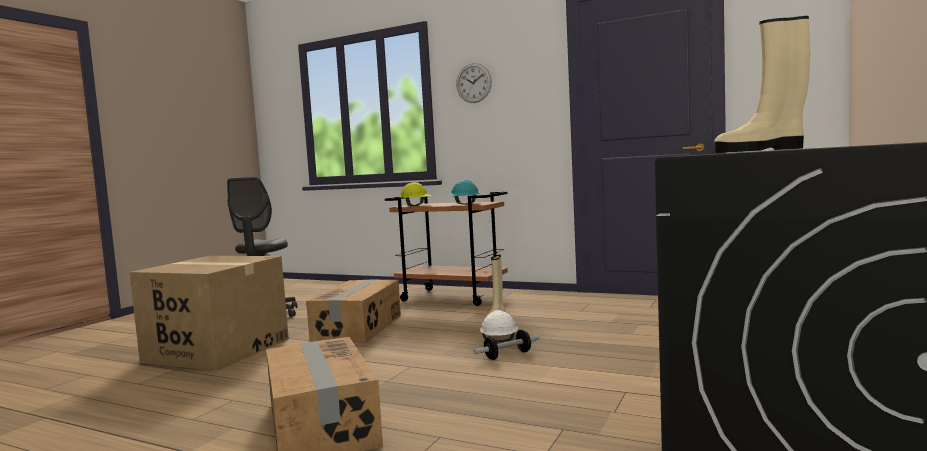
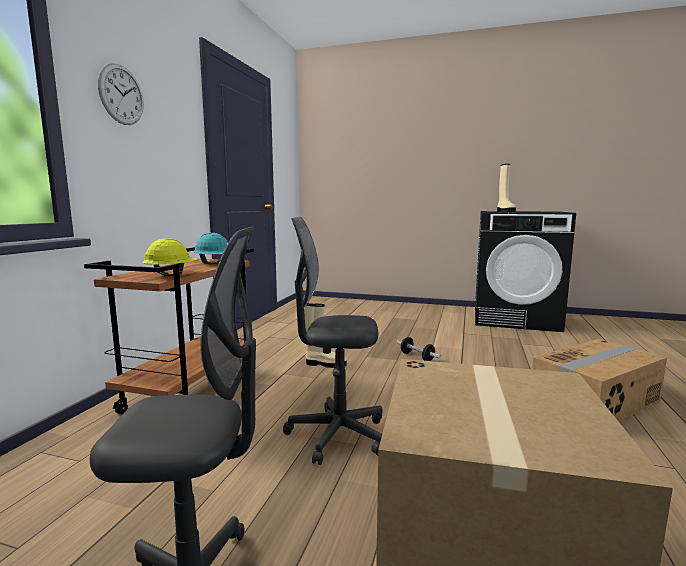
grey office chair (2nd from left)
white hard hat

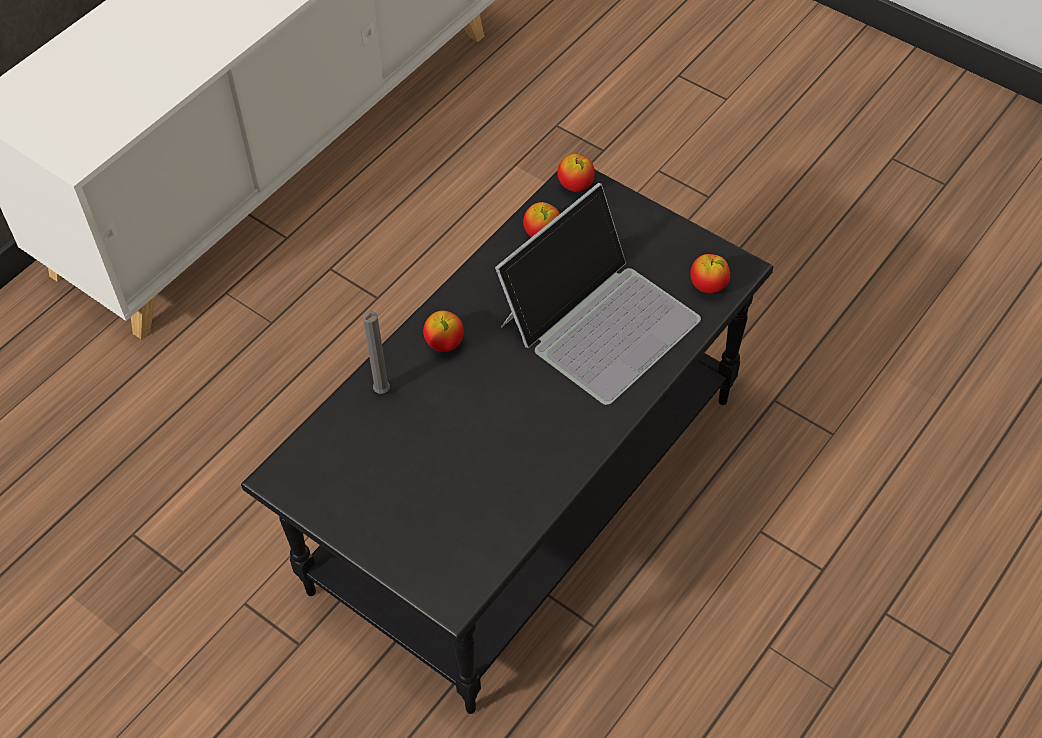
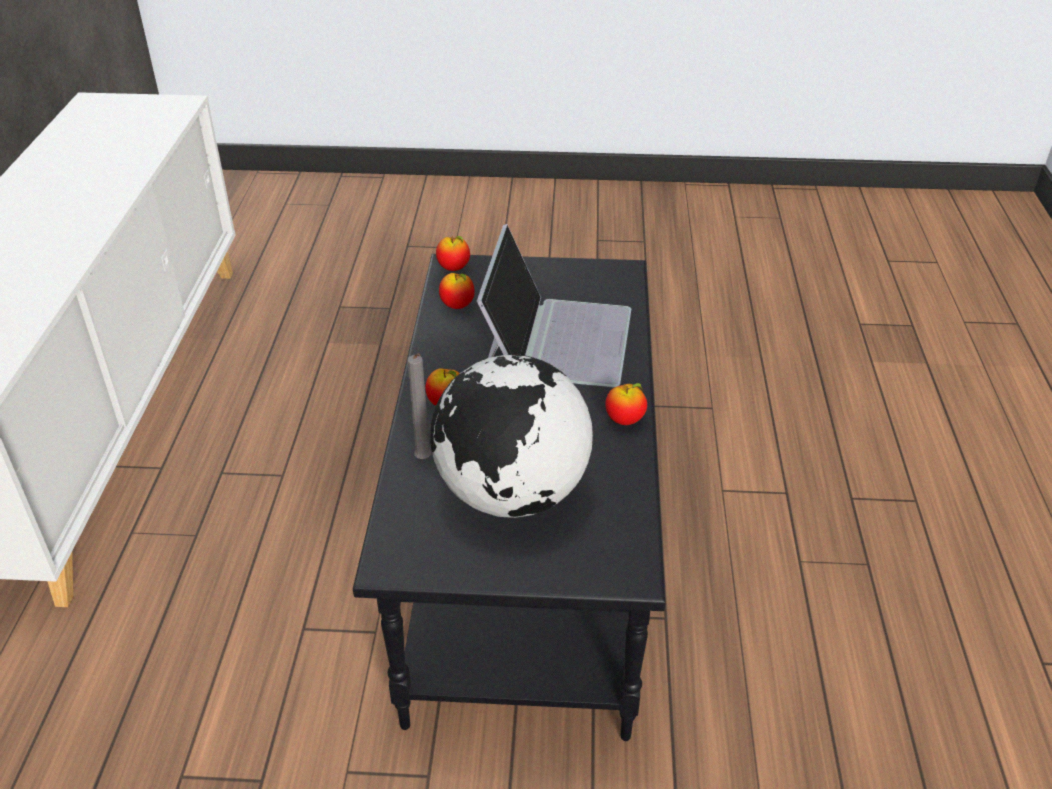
apple (4th from left)
globe

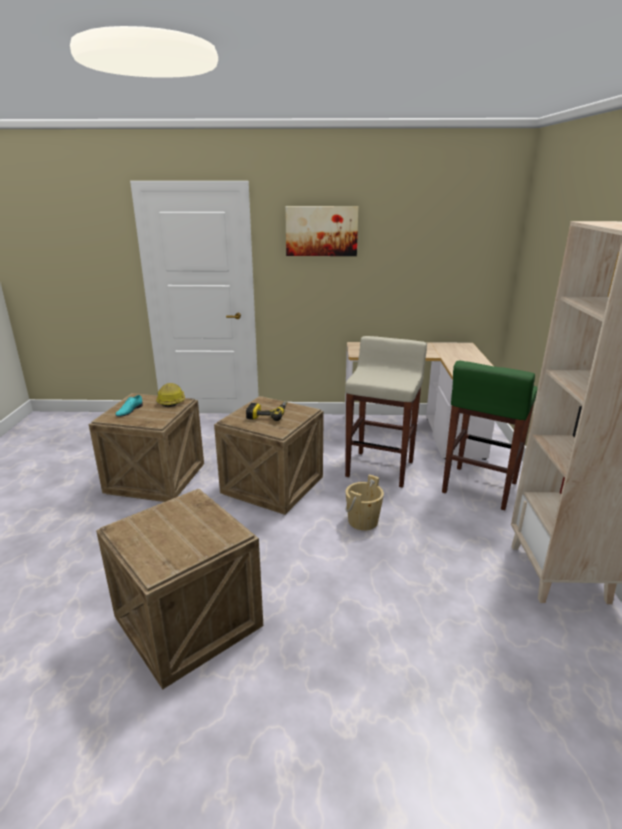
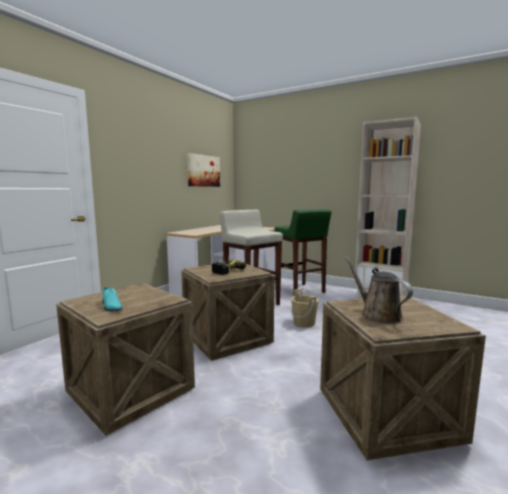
picture
hard hat
brown watering can

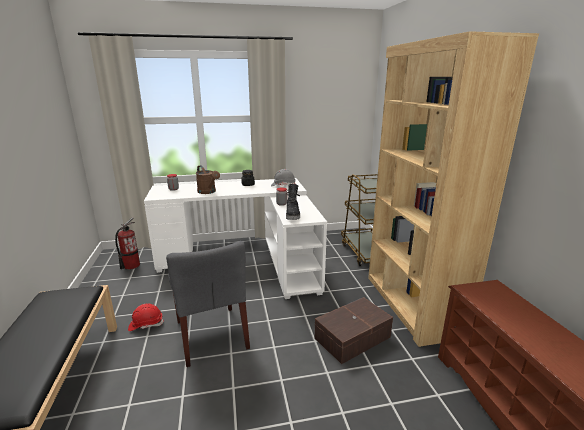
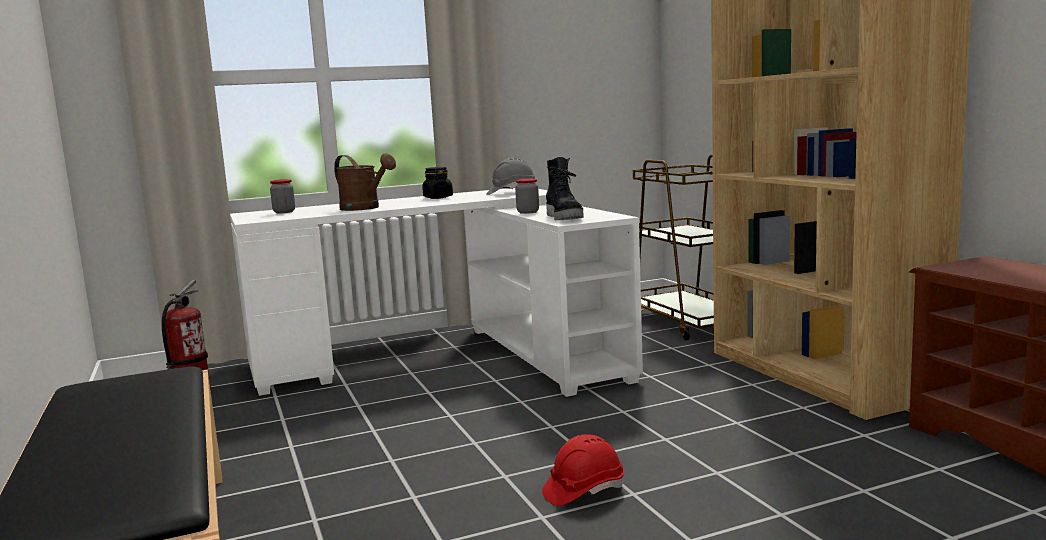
grey chair
brown storage box
red hard hat

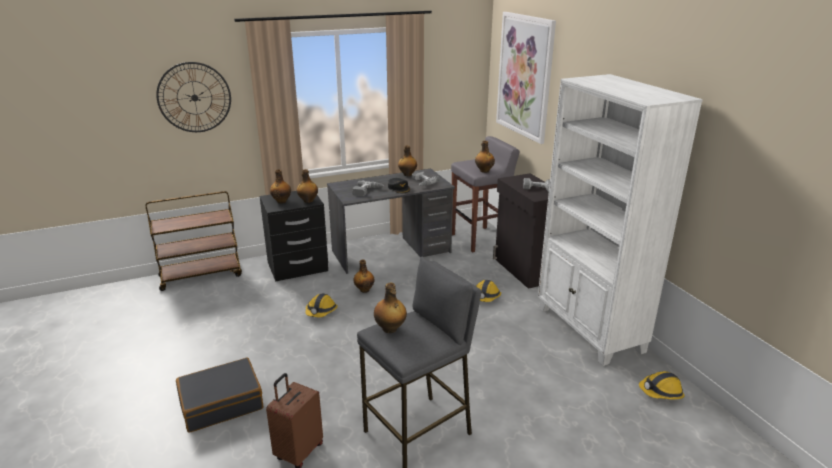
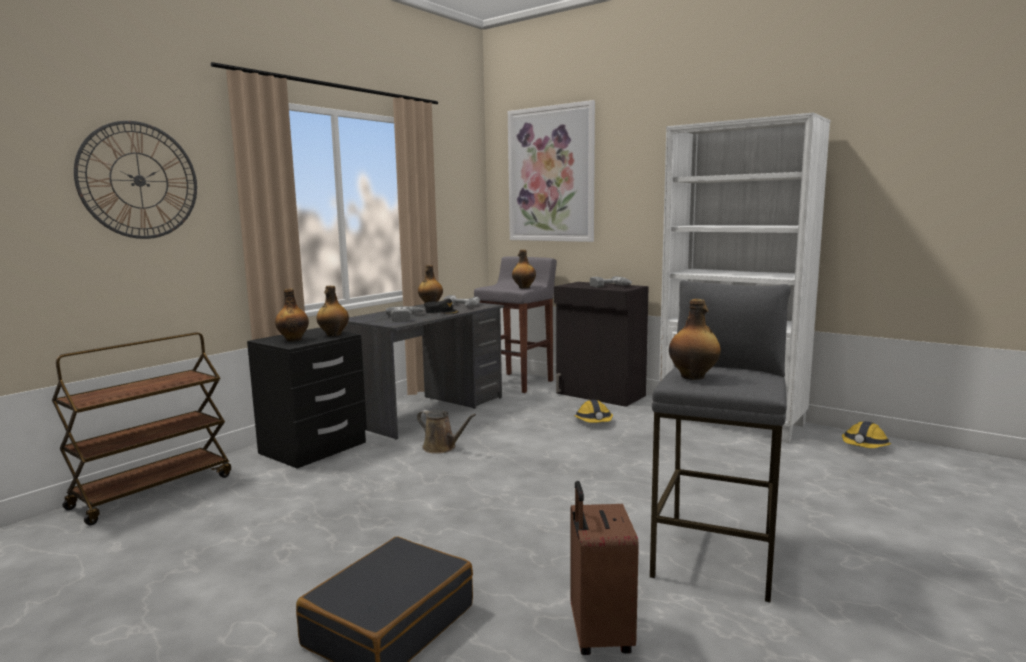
brown watering can
hard hat (1st from left in the first image)

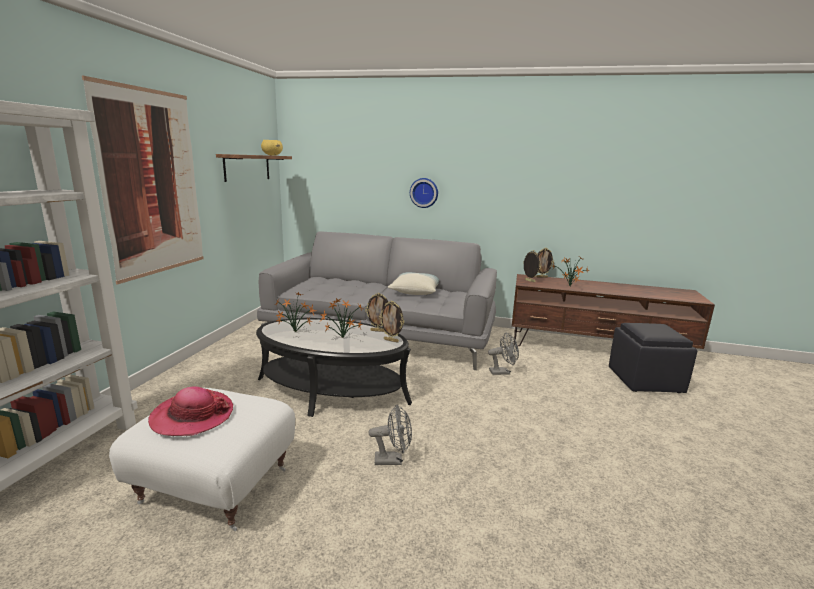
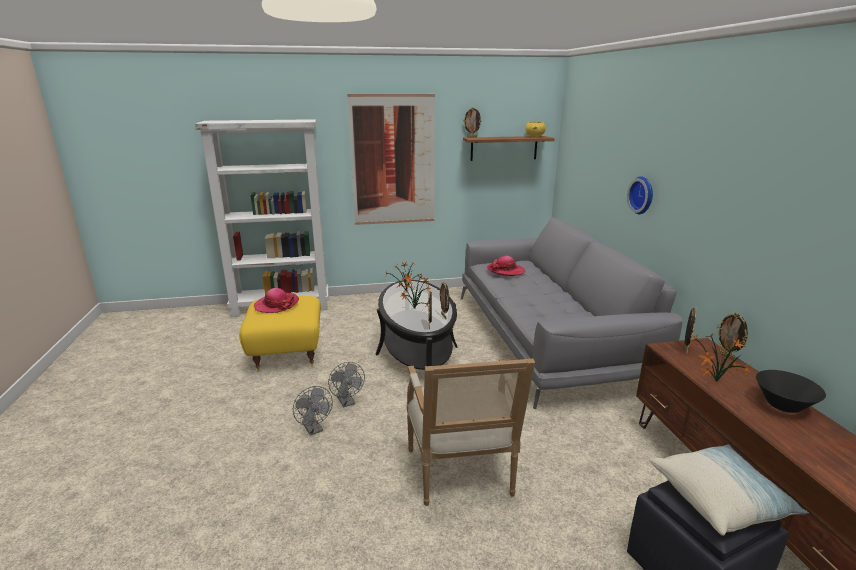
pillow
grey fan (1st from left)
yellow ottoman
picture frame (3rd from left)
hat (2nd from left)
armchair
black bowl

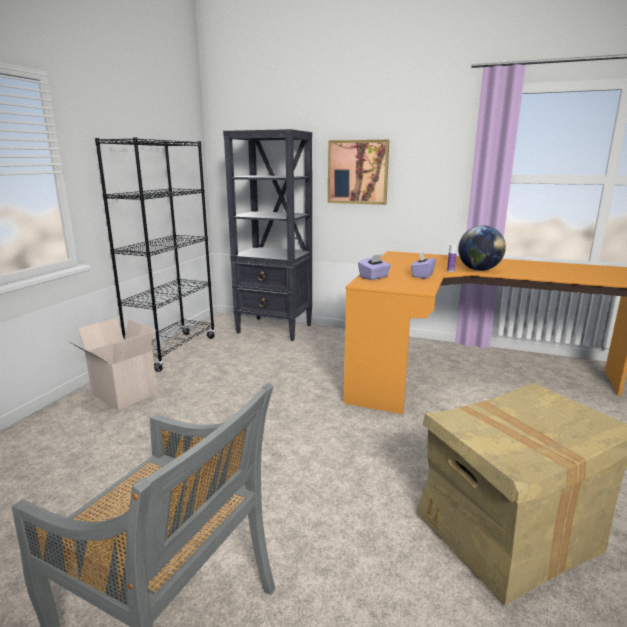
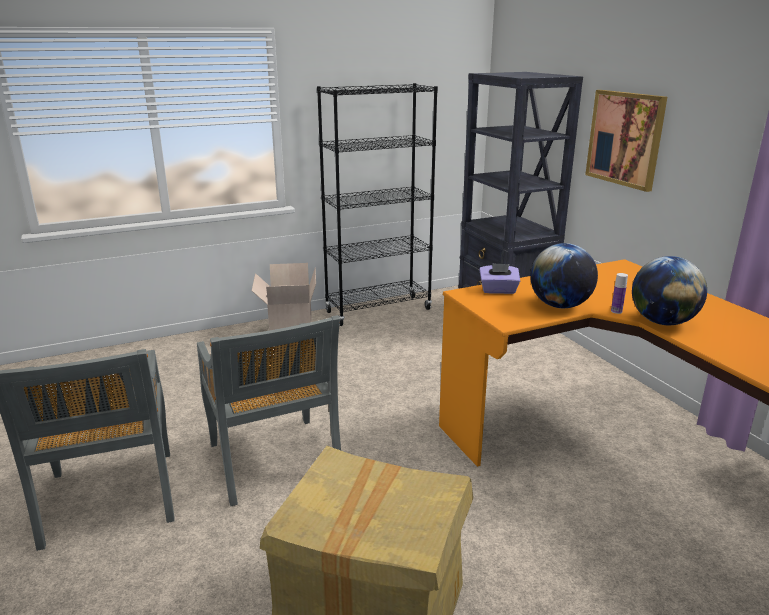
globe (1st from left)
grey chair (2nd from left)

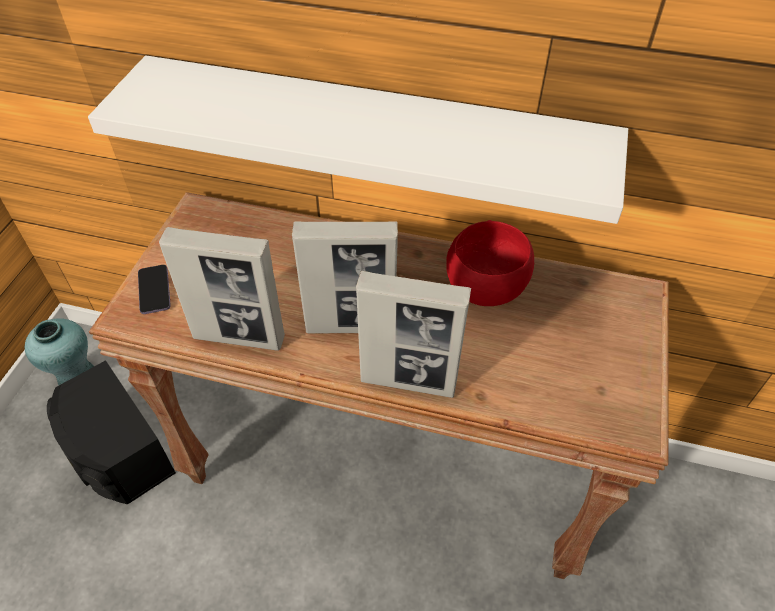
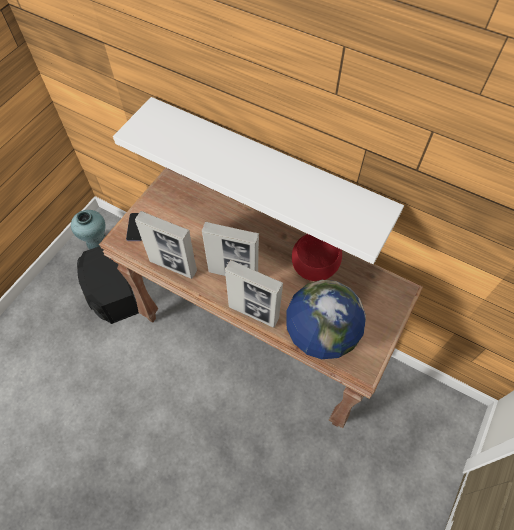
globe

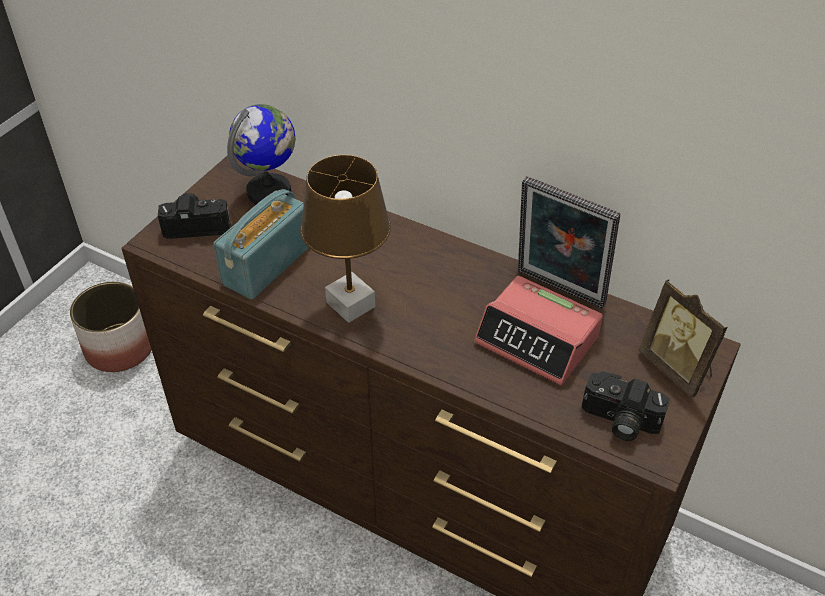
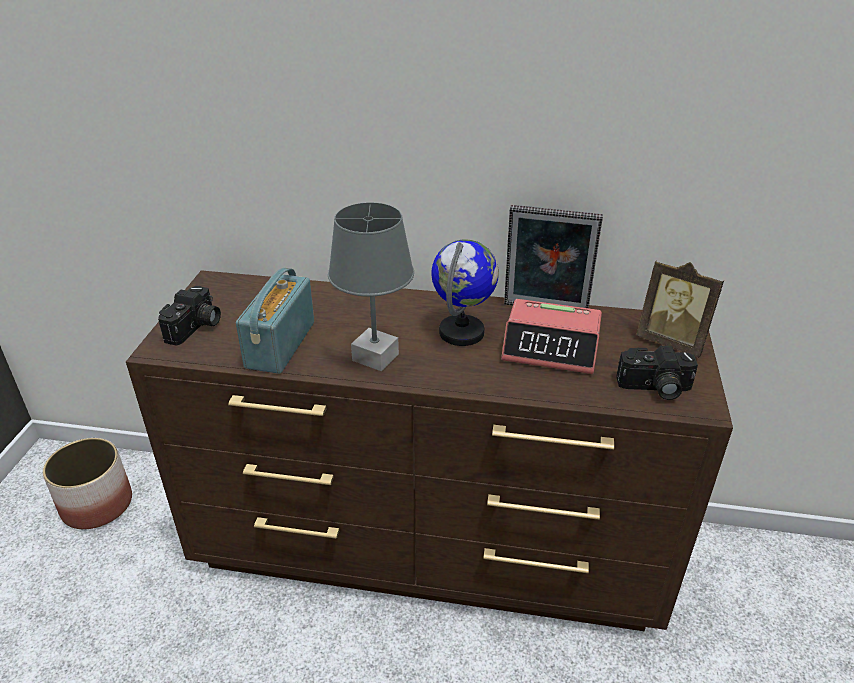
globe
grey table lamp
photo camera (1st from left)

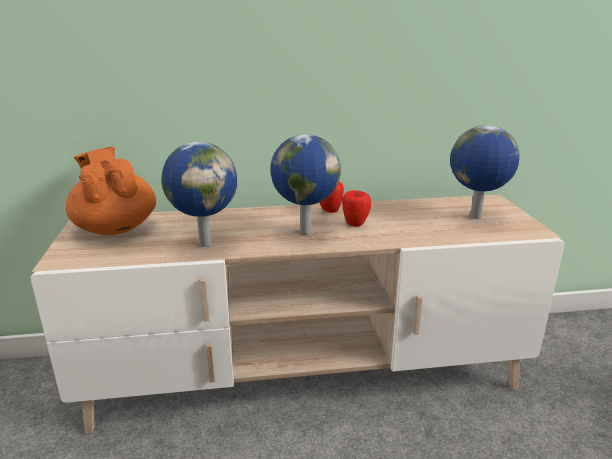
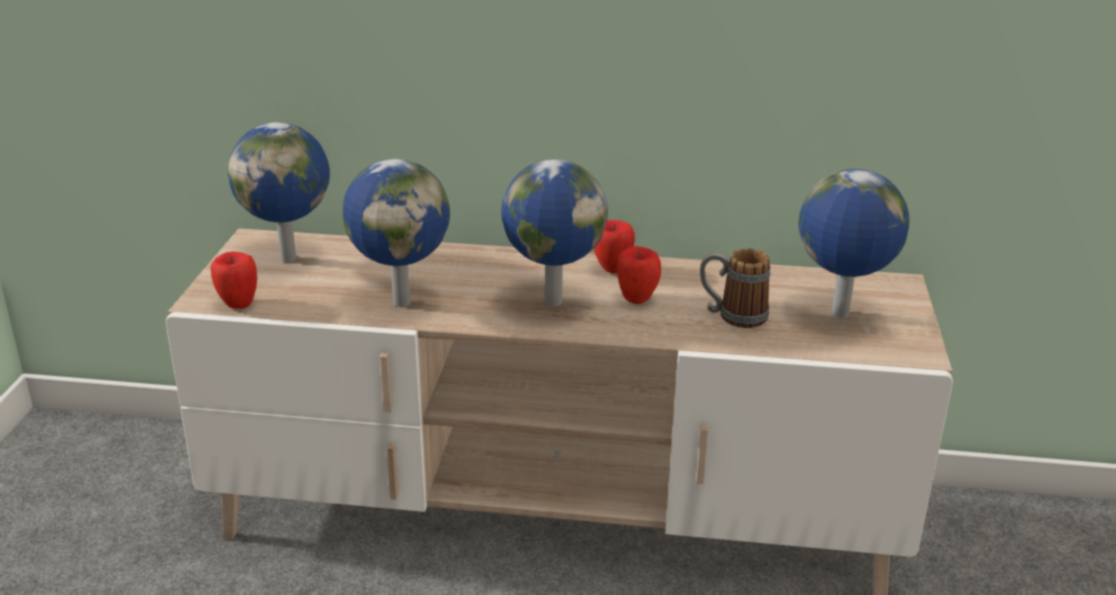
globe (1st from left)
mug
apple (1st from left)

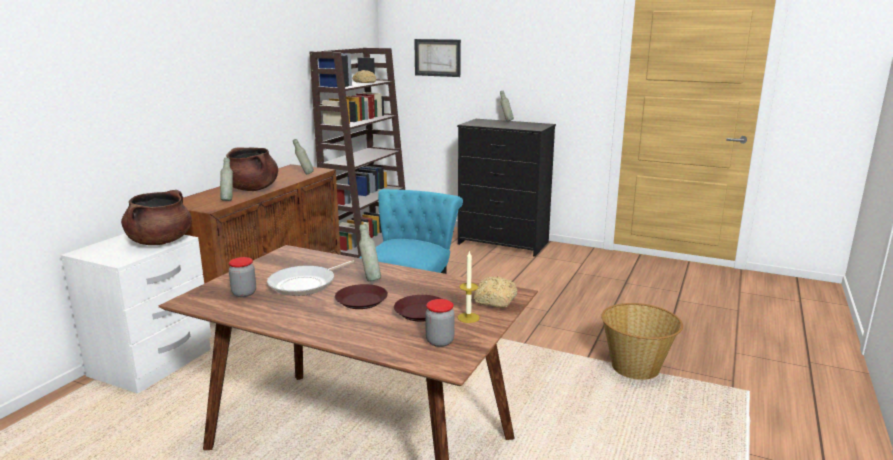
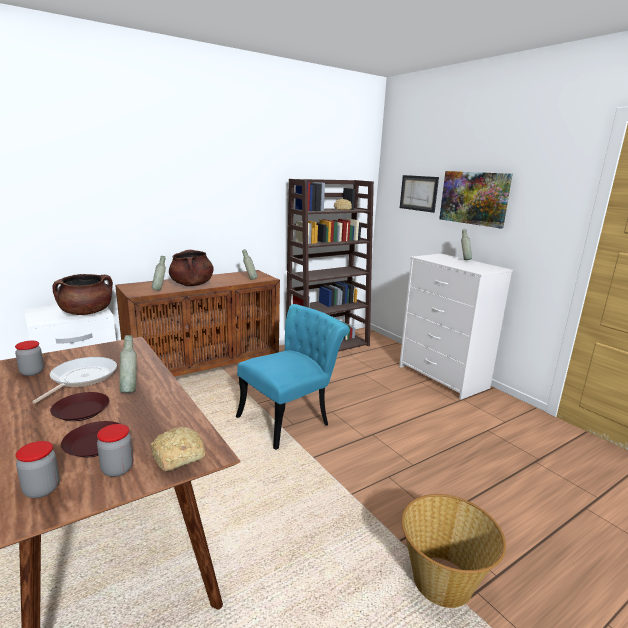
white dresser
jar (3rd from left)
frying pan
picture (2nd from left)

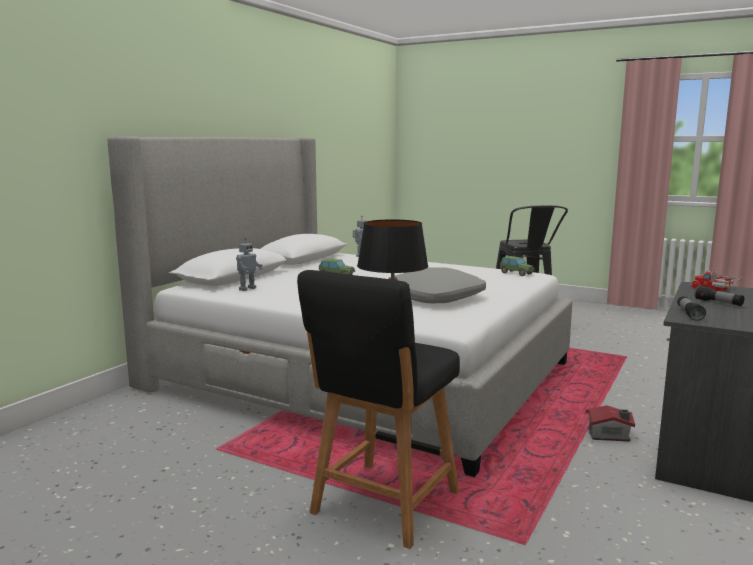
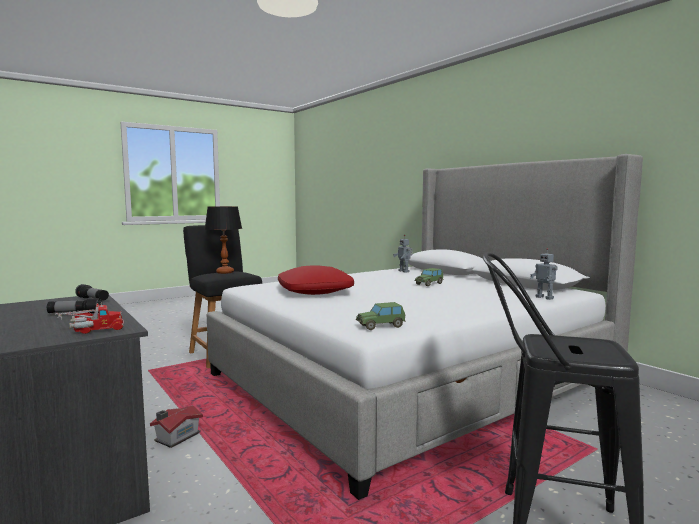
red pillow

